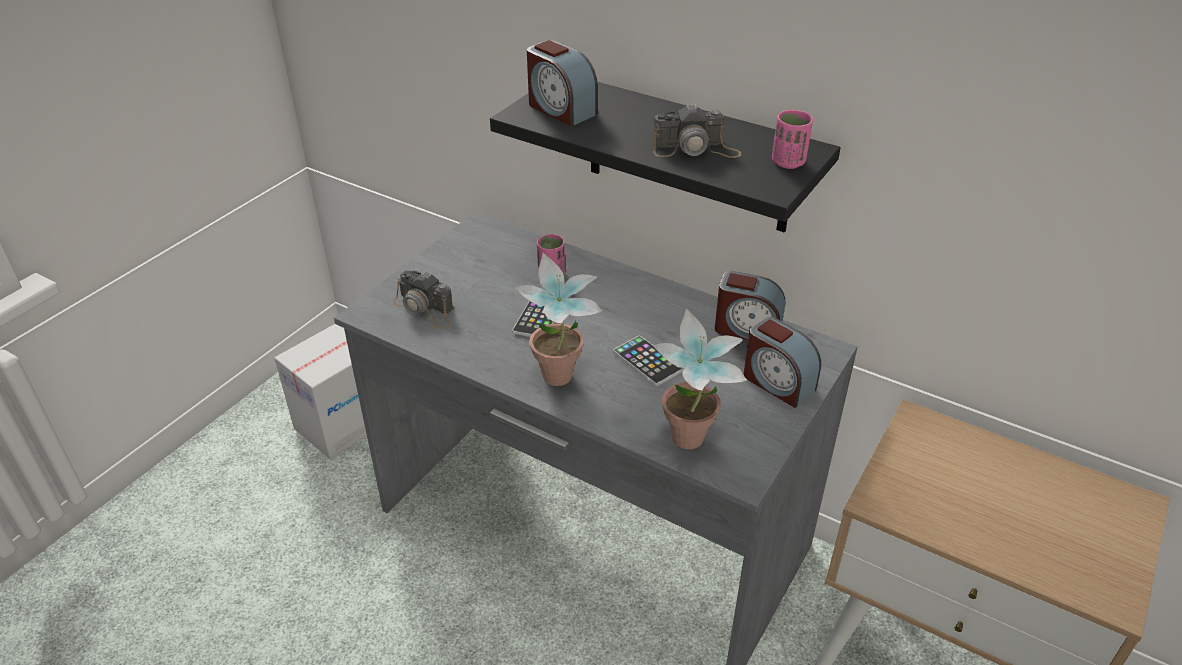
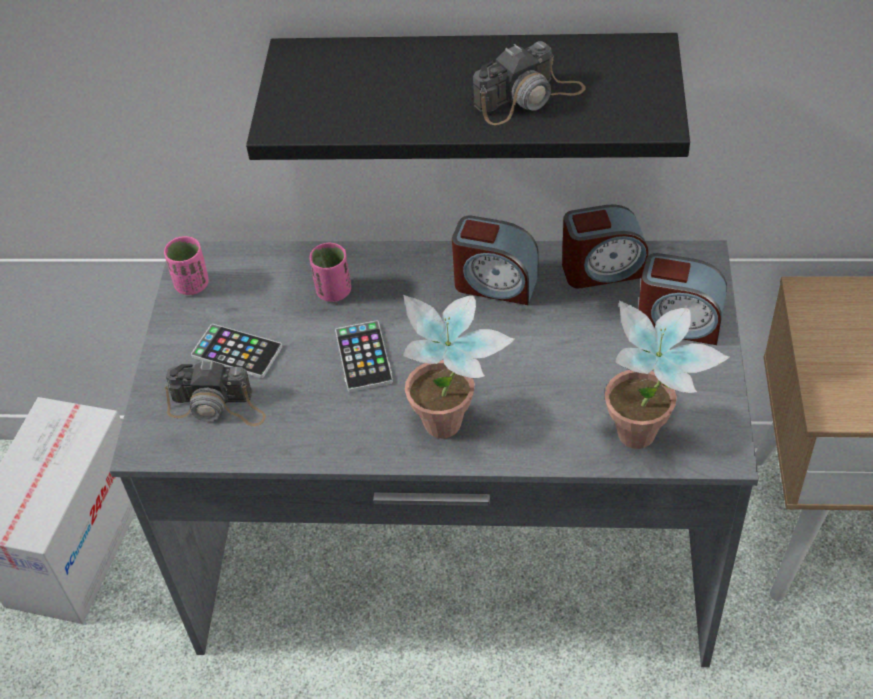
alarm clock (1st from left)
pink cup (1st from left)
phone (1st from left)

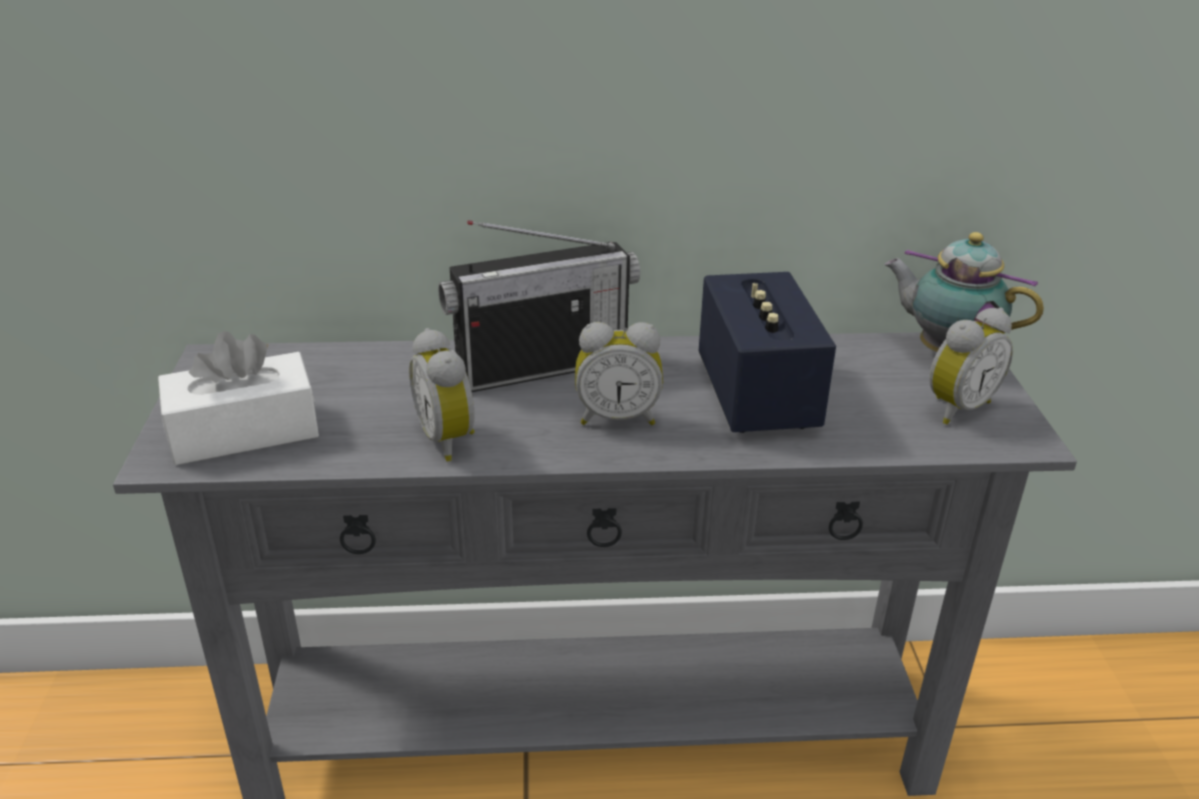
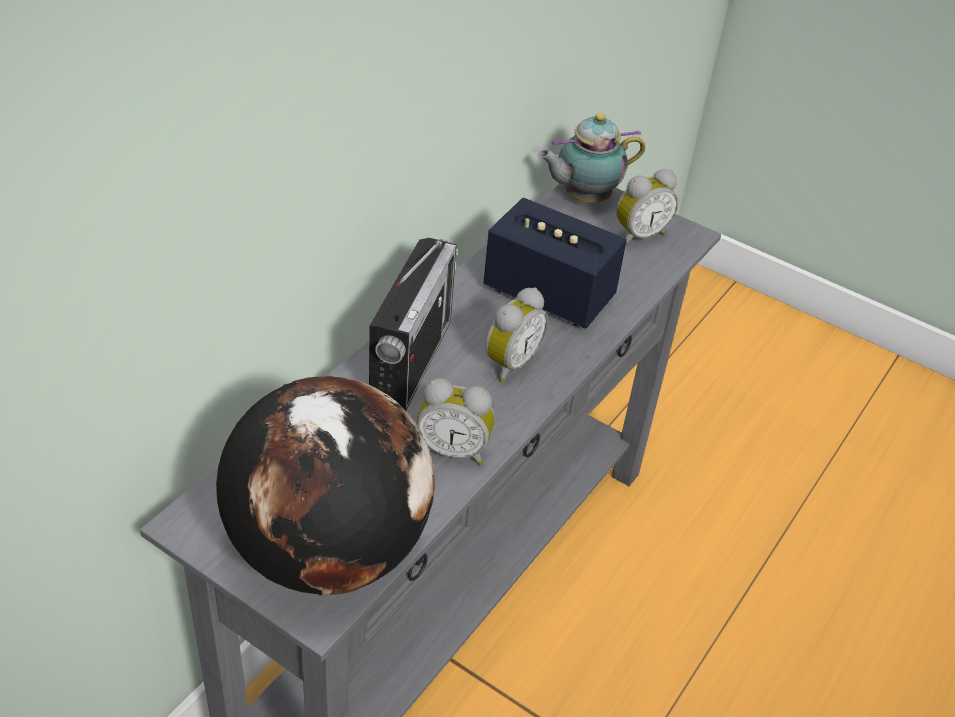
alarm clock (3rd from left)
globe

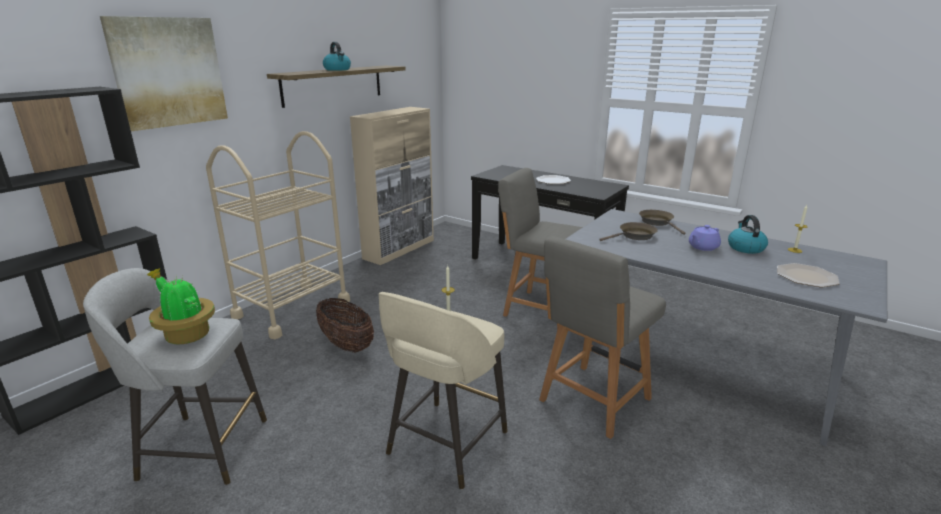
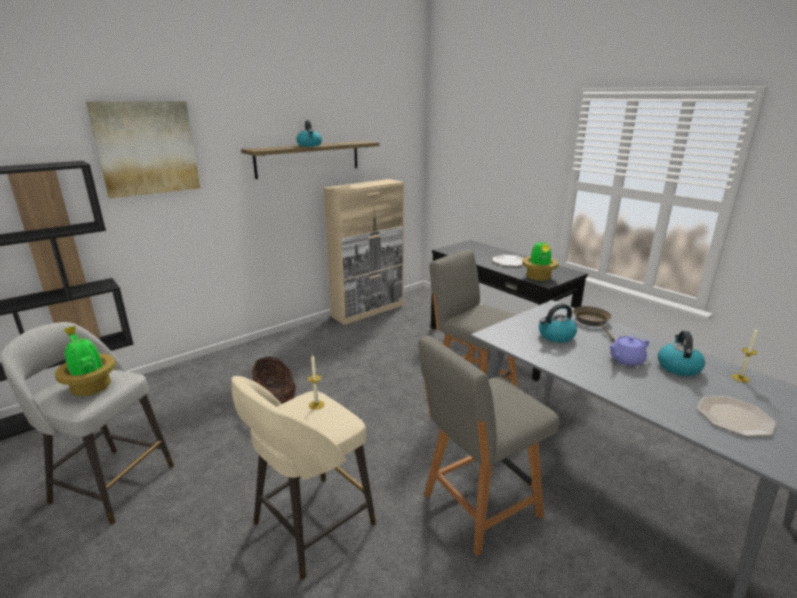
beige cart
kettle (2nd from left)
potted plant (2nd from left)

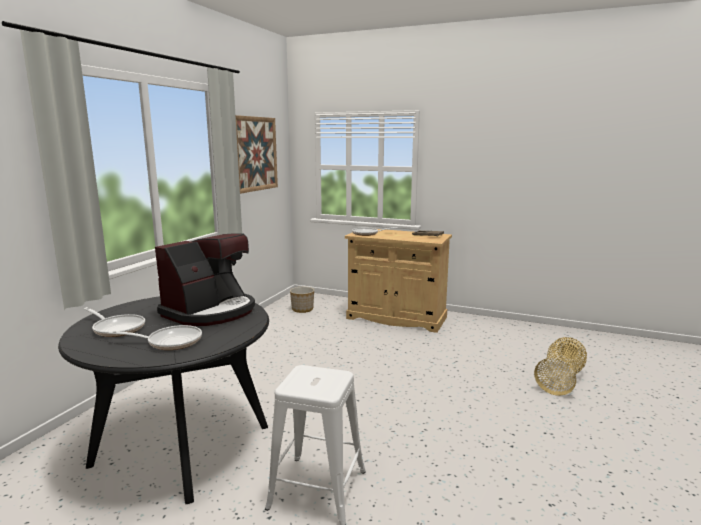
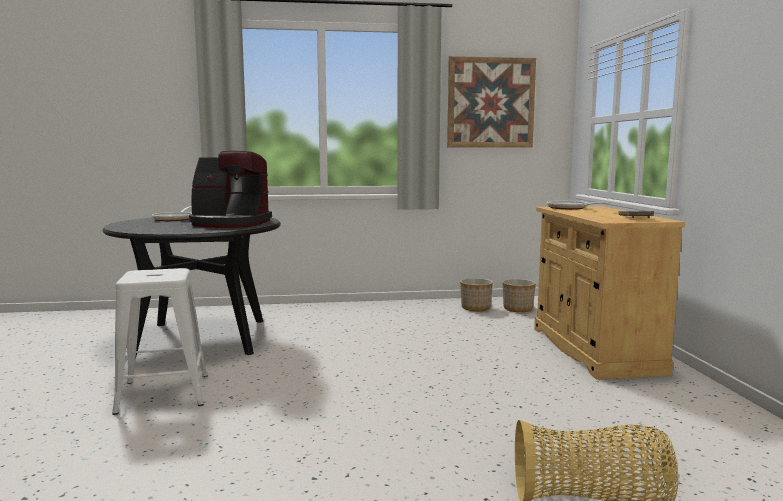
frying pan (2nd from left in the first image)
planter (1st from left)

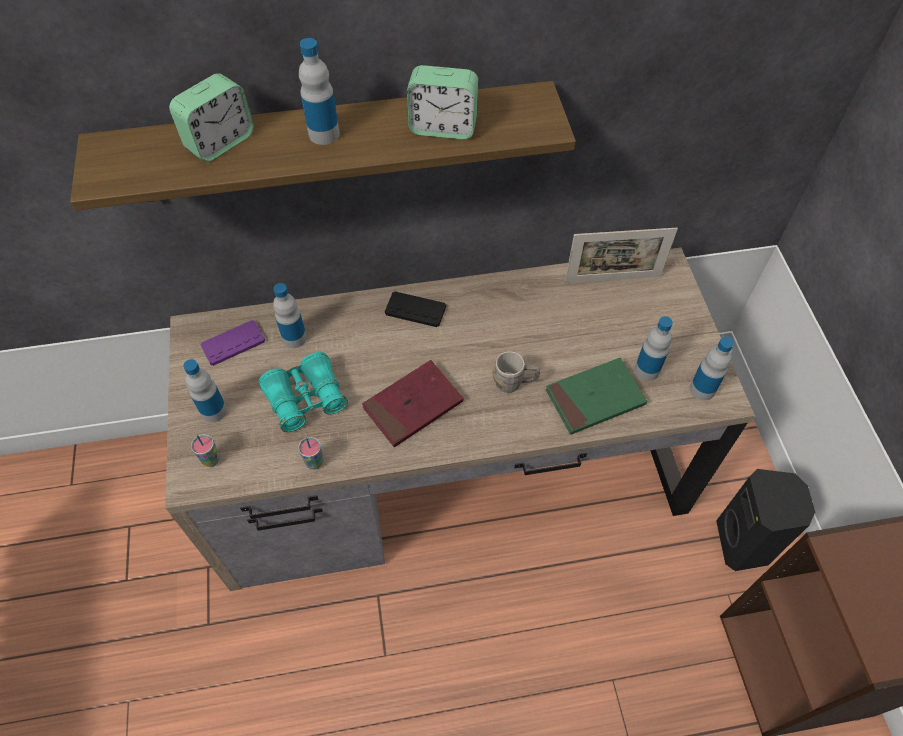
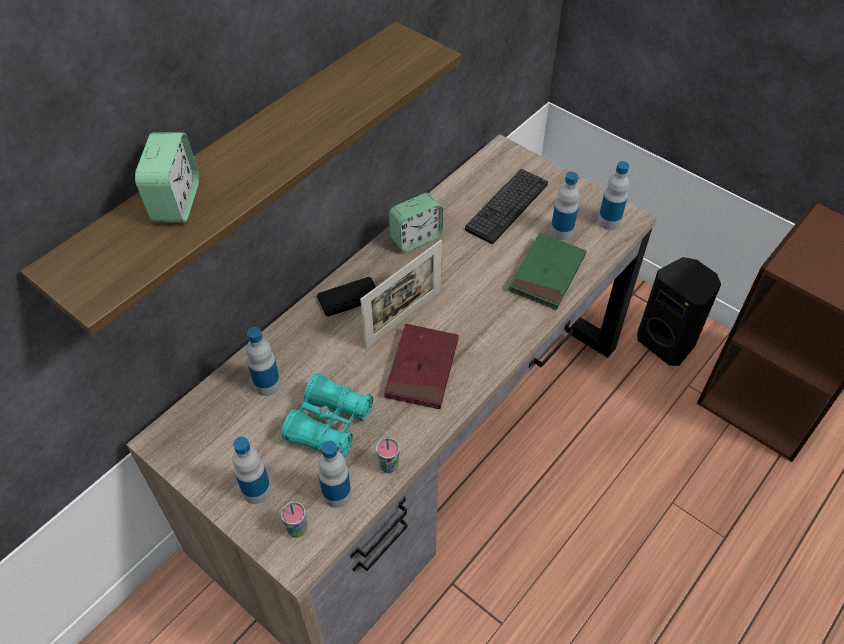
bottle (3rd from left)
alarm clock (2nd from left)
picture frame
purple game controller
grey mug
keyboard

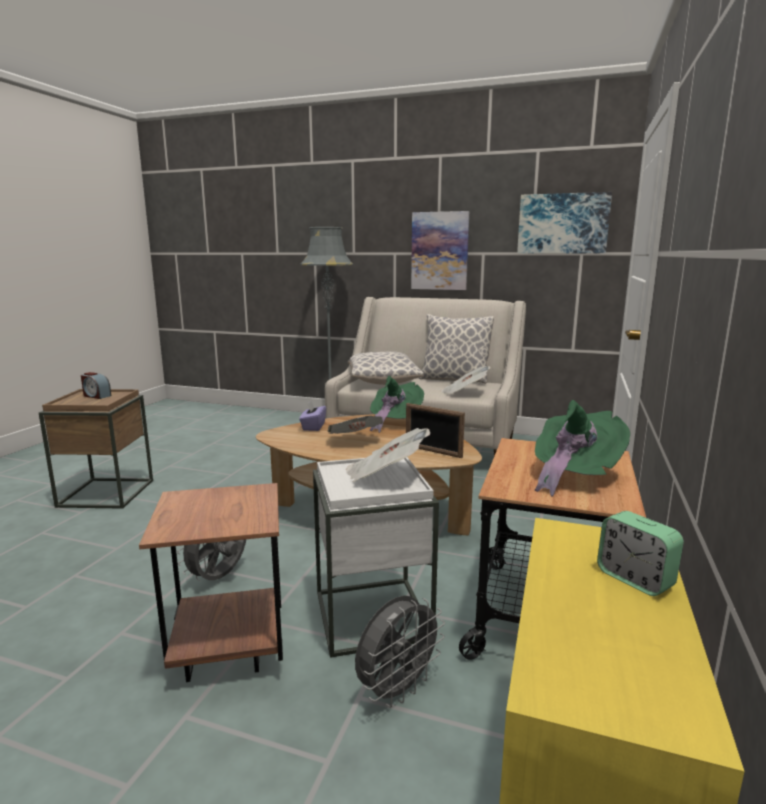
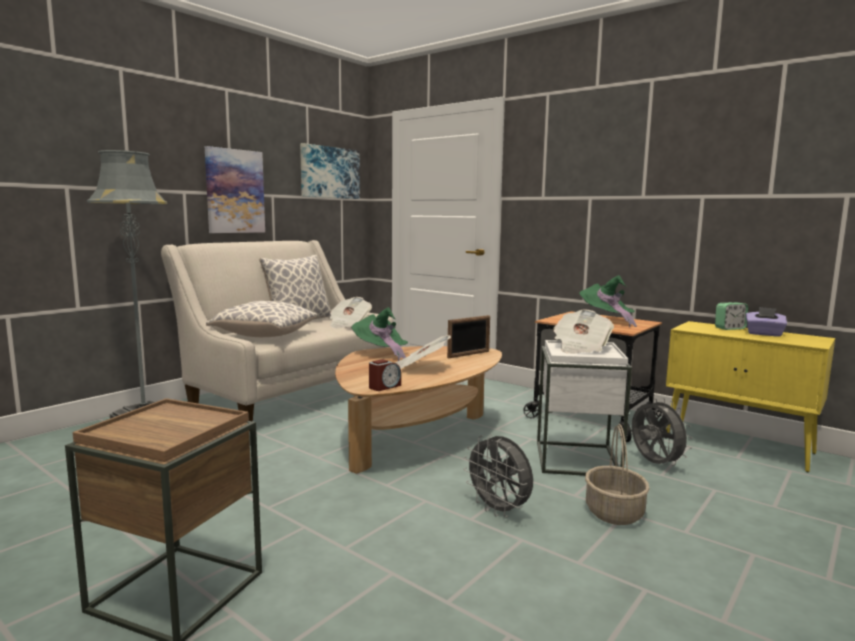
alarm clock (1st from left)
purple tissue box
basket

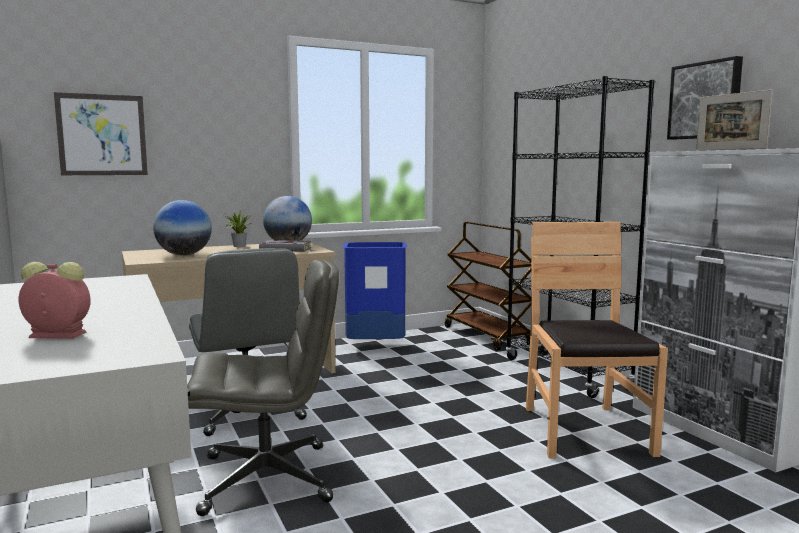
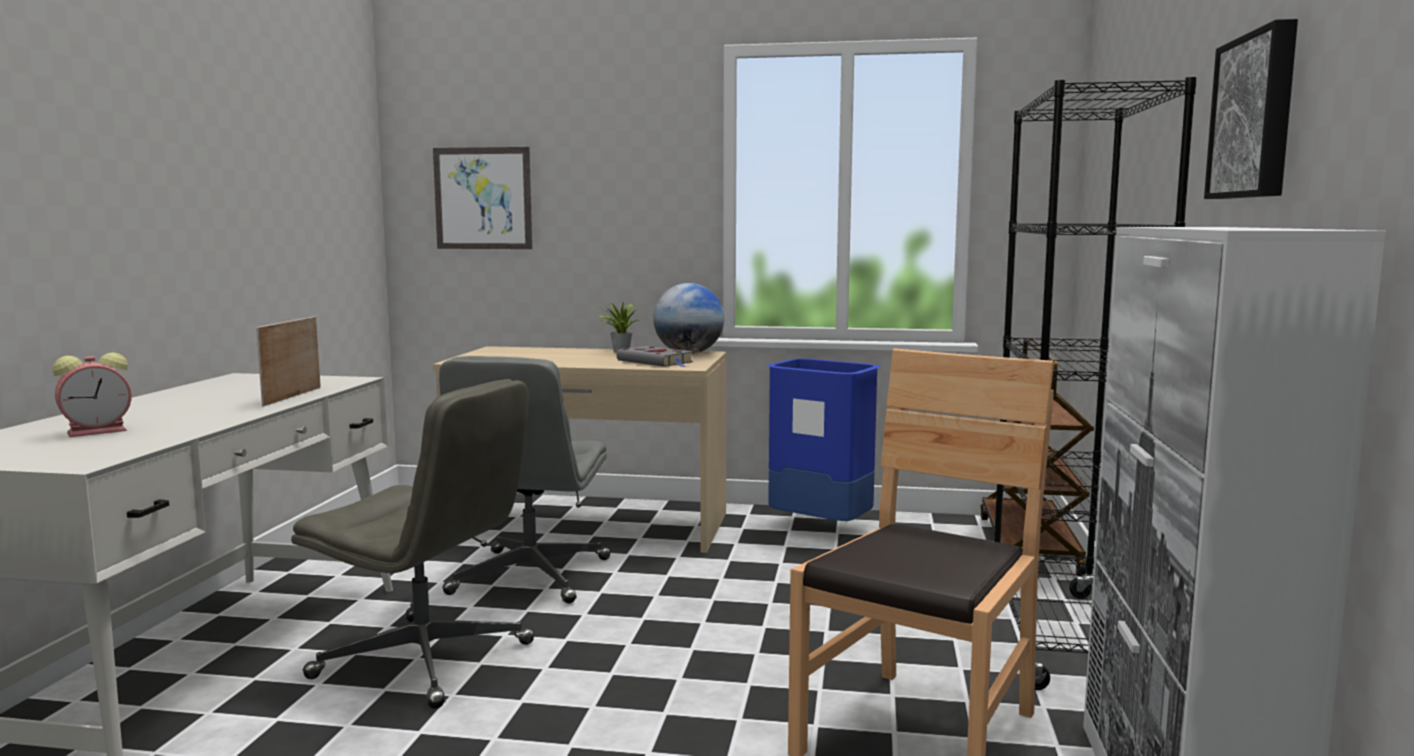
picture frame
globe (1st from left in the first image)
alarm clock

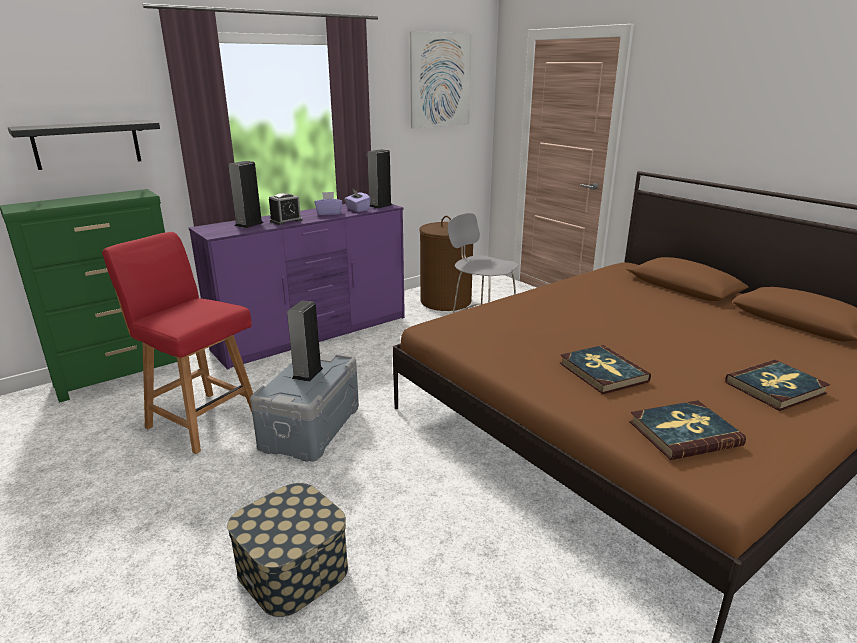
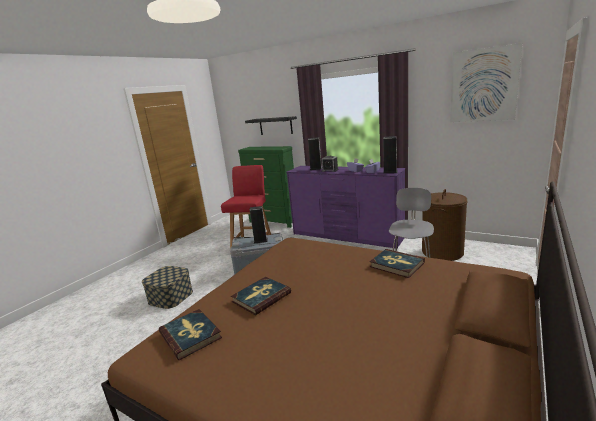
book (3rd from left)

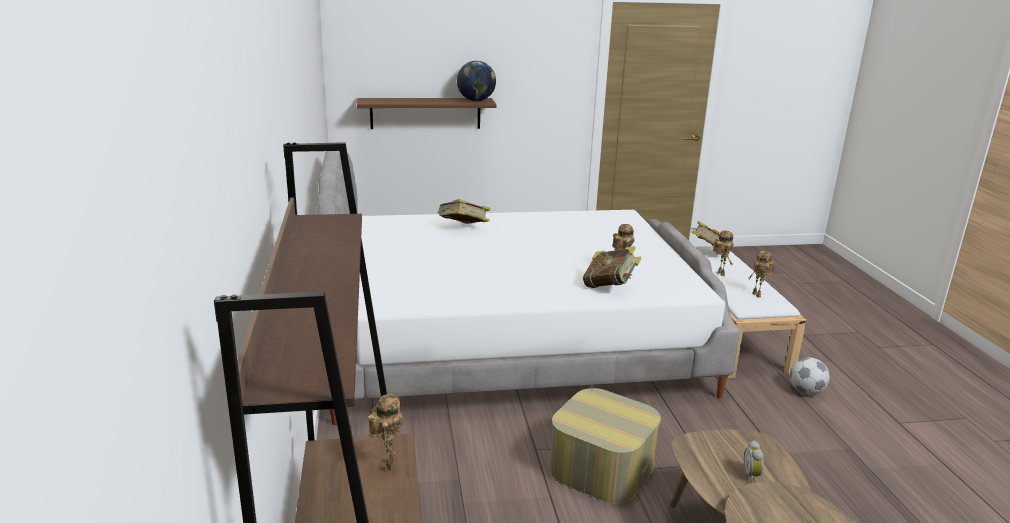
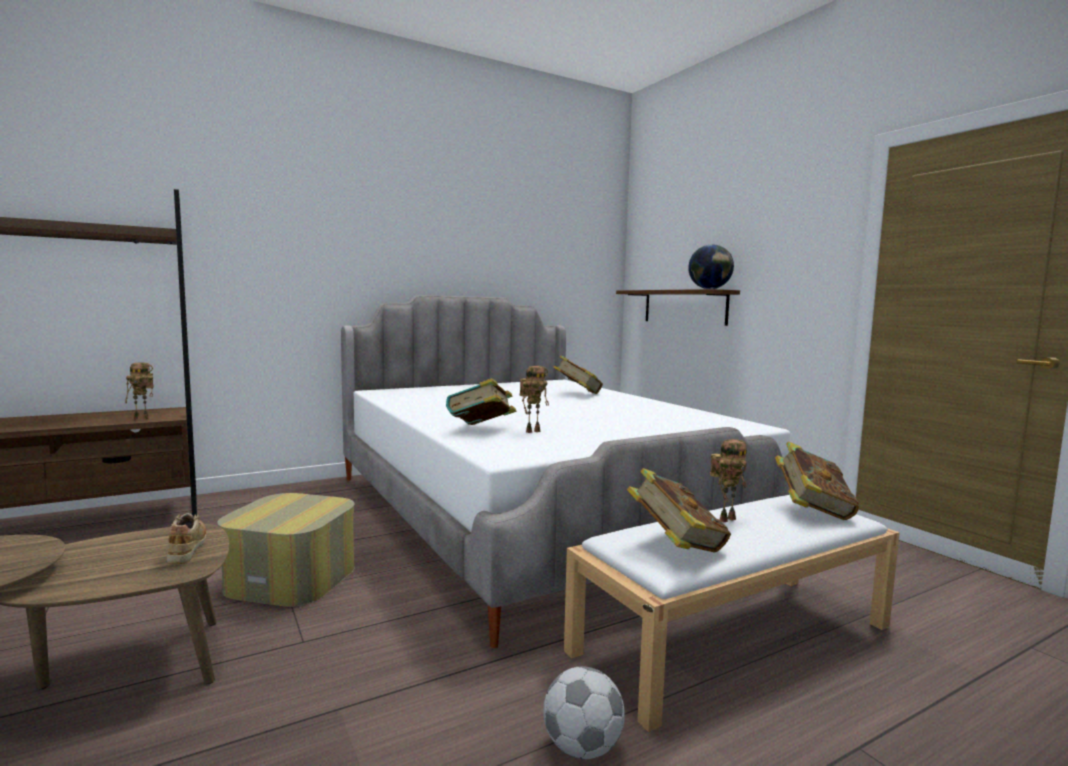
book (3rd from left)
alarm clock
beige shoe

